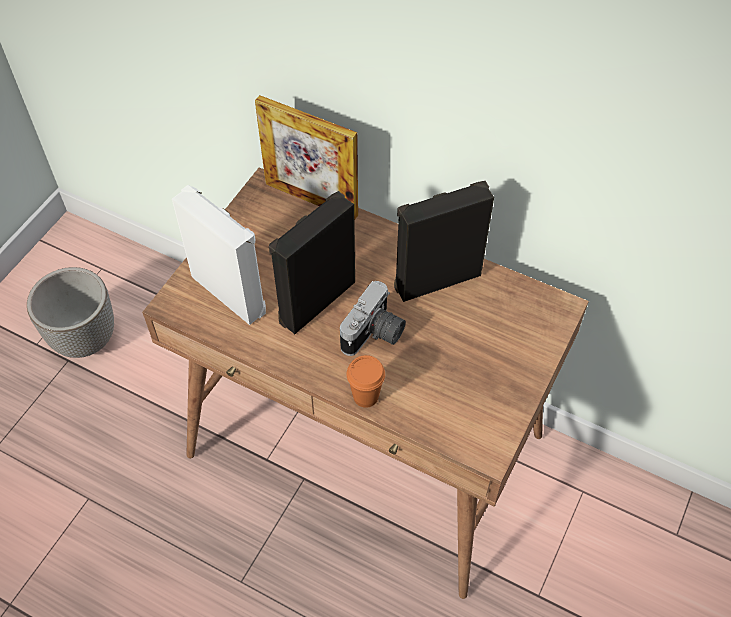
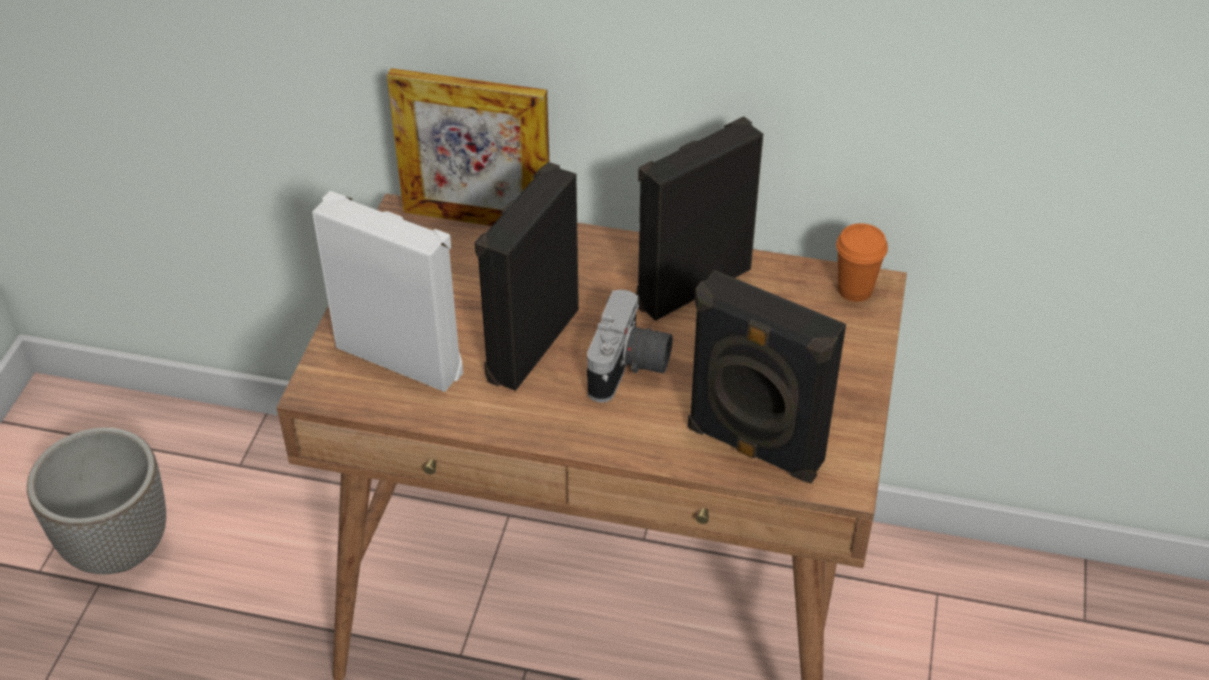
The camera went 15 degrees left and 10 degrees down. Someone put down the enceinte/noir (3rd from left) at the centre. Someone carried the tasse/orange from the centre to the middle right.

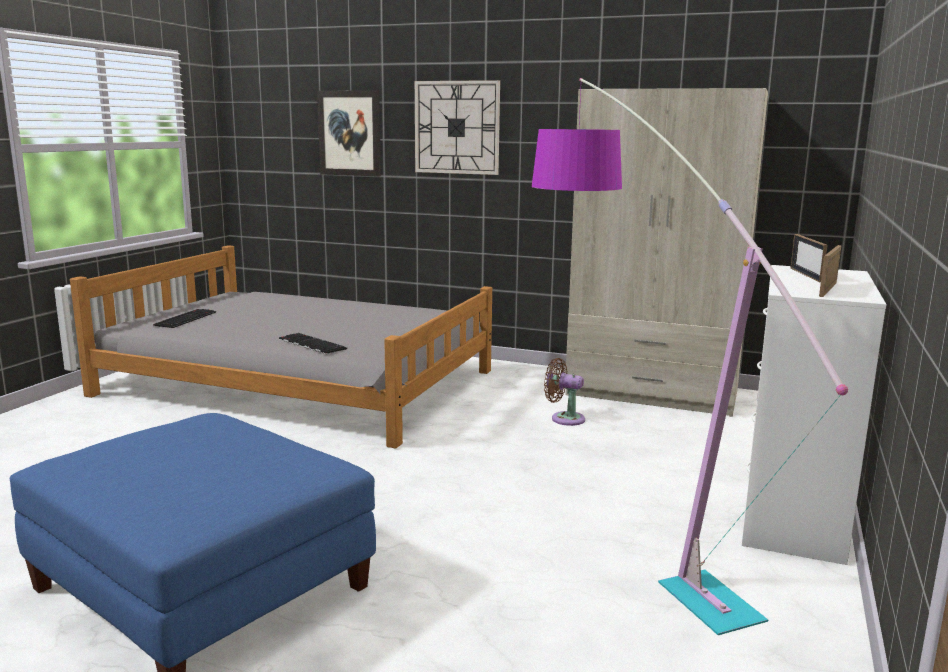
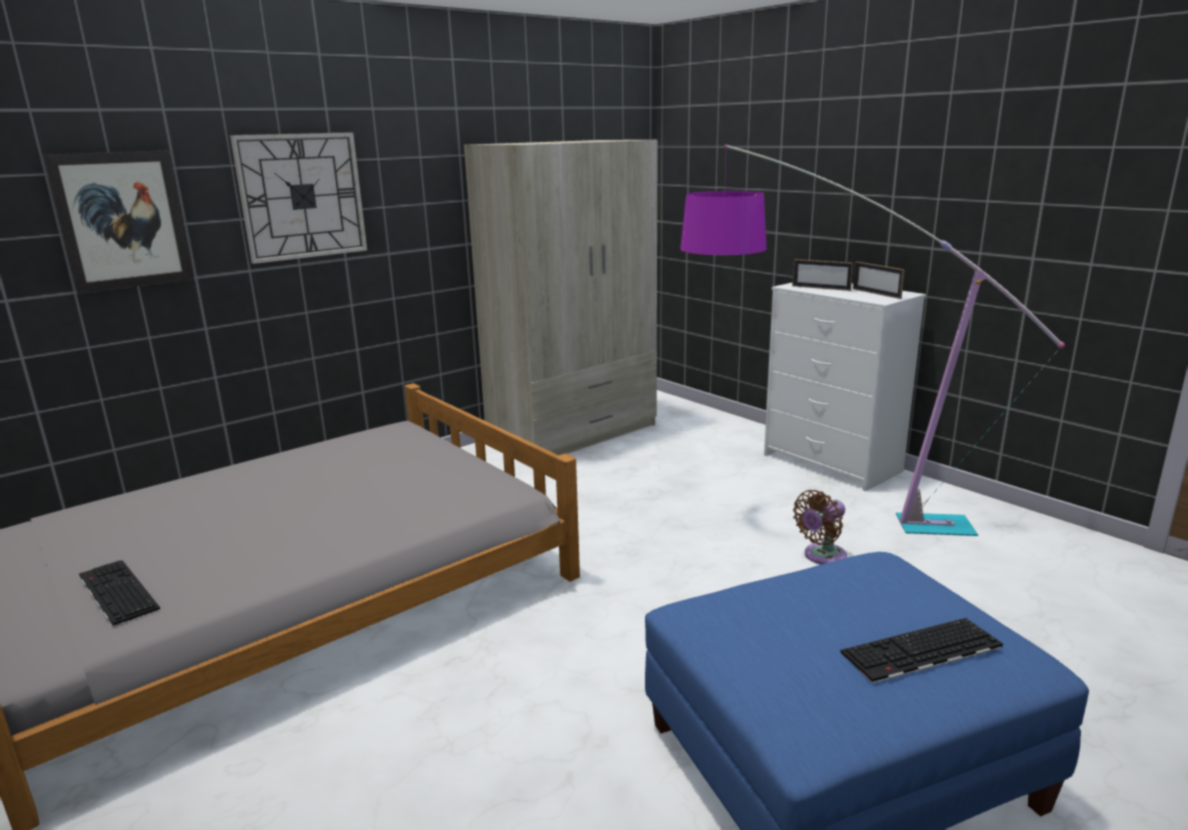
The camera went 60 degrees left and 5 degrees up. Someone carried the clavier (2nd from left) from the middle left to the bottom right. Someone carried the ventilateur/marron from the centre to the middle right.

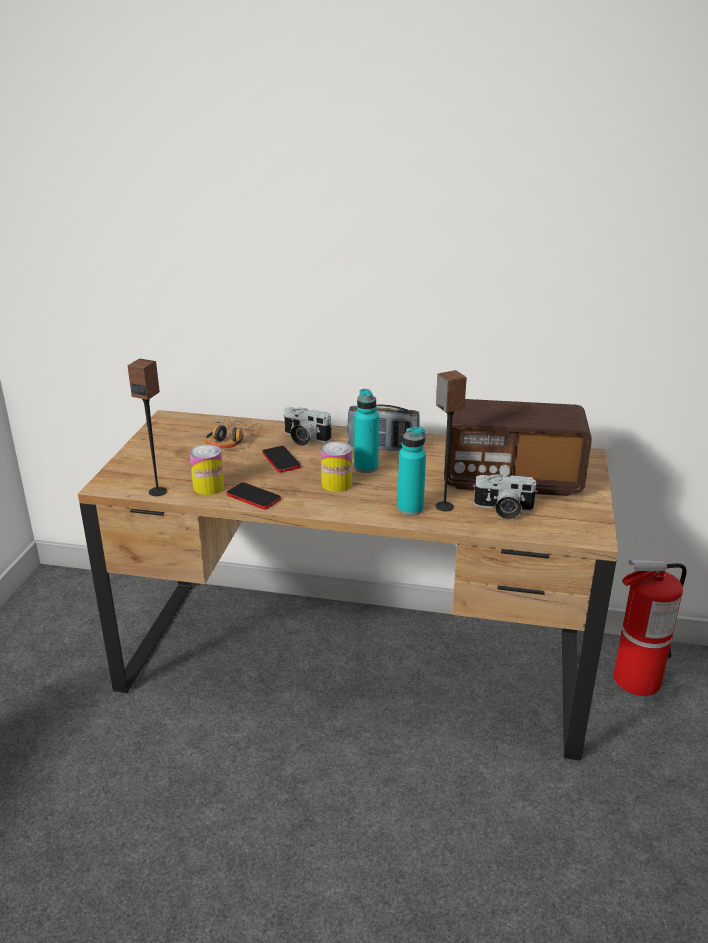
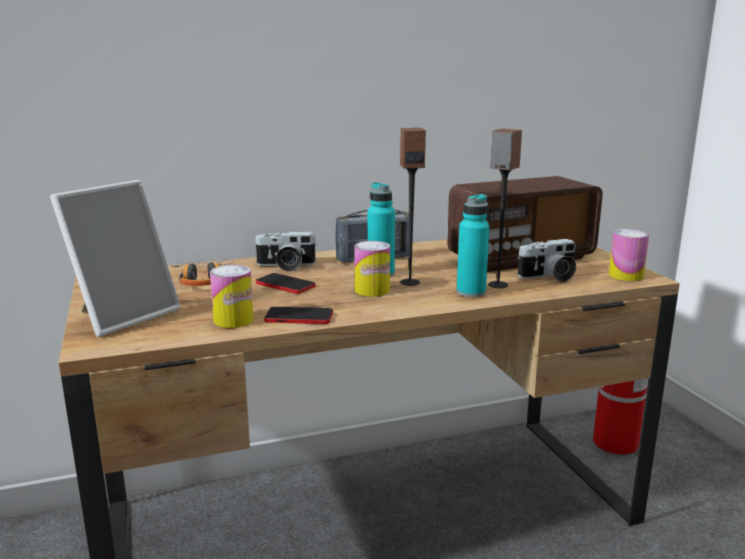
The camera went 30 degrees left and 10 degrees down. Someone put down the cadre photo at the middle left. Someone put down the boîte métallique (3rd from left) at the middle right. Someone carried the enceinte (1st from left) from the middle left to the centre.

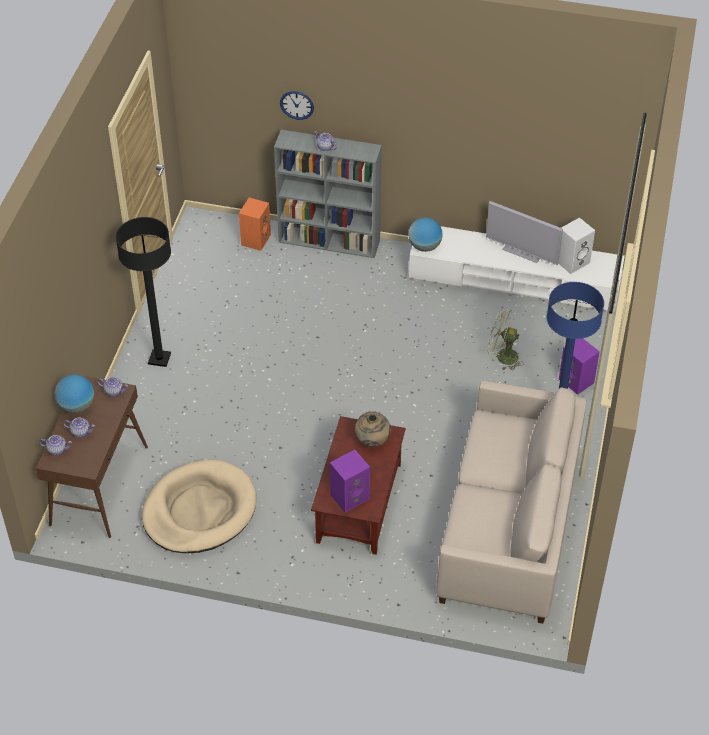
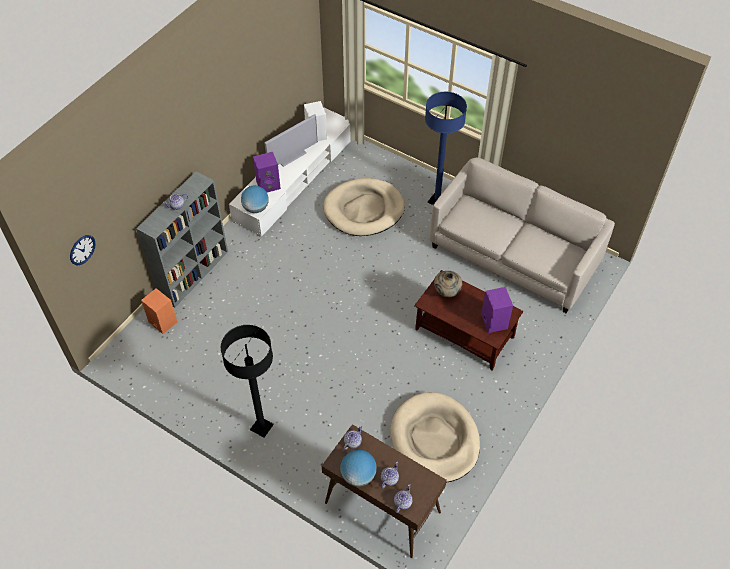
The camera went 70 degrees left and 5 degrees up. Someone carried the horloge murale from the top centre to the middle left. Someone carried the enceinte/violet (2nd from left in the first image) from the middle right to the top centre. Someone swapped the ventilateur/vert at the middle right for the panier pour chien/beige (1st from left) at the centre.

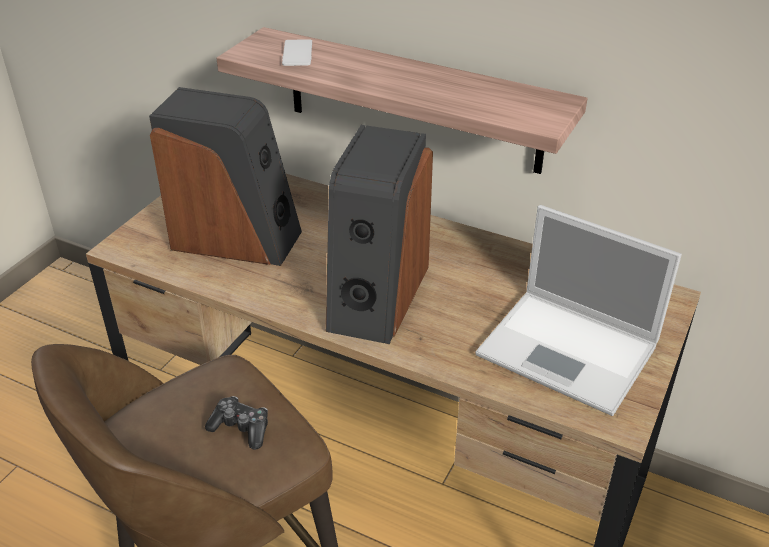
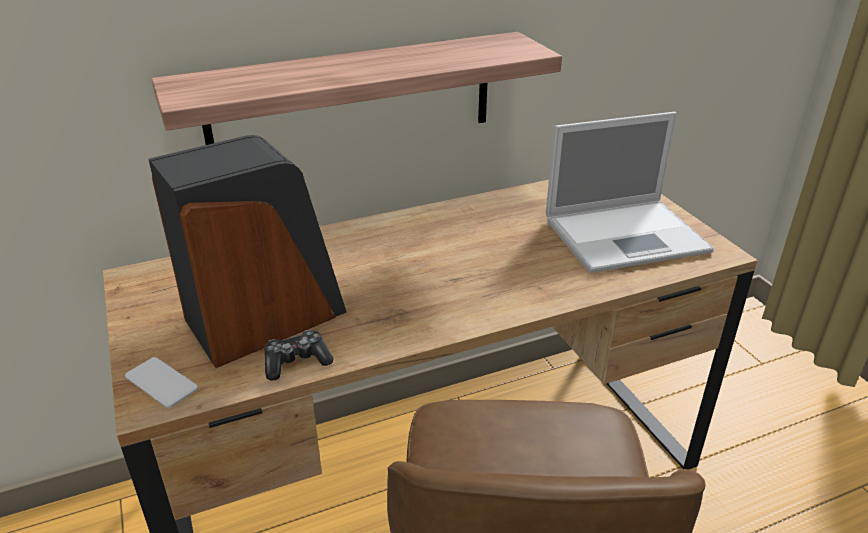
The camera went 50 degrees left and 5 degrees down. Someone took away the enceinte (2nd from left) at the centre. Someone carried the manette from the bottom left to the centre. Someone carried the téléphone from the top centre to the bottom left.

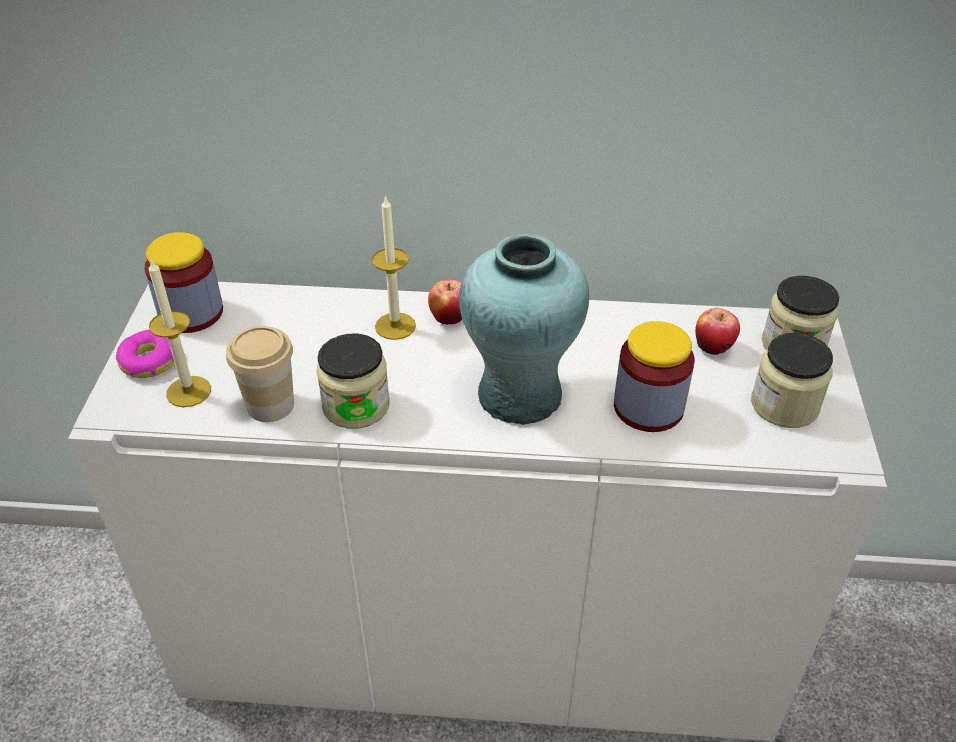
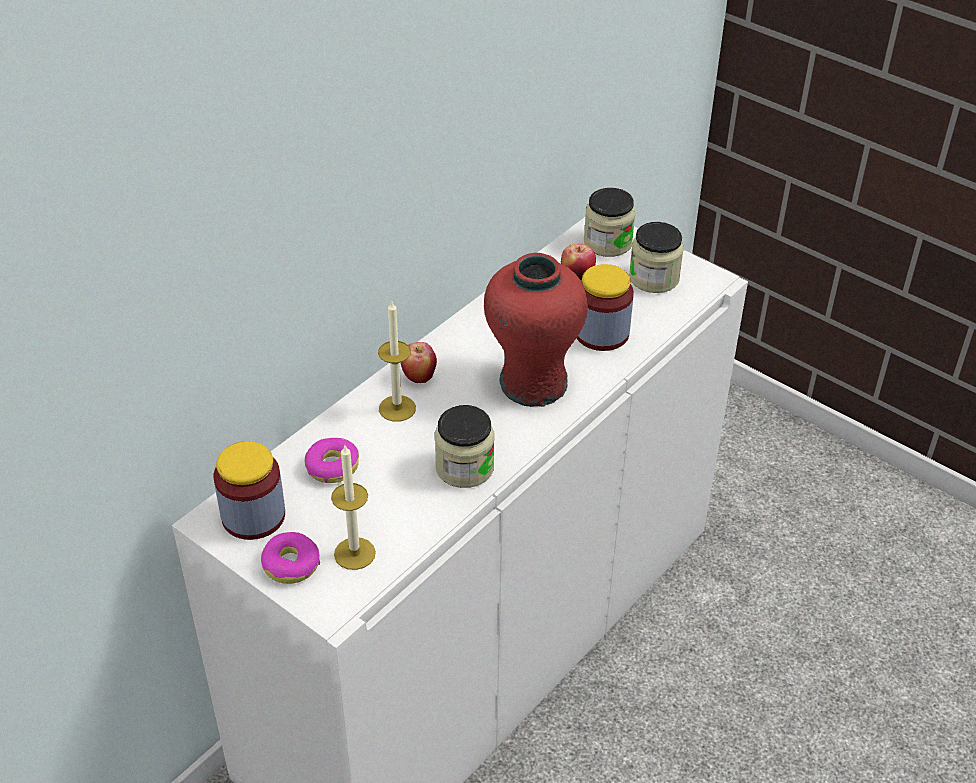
The camera went 55 degrees left and 0 degrees up. Someone took away the tasse at the middle left. Someone put down the beignet (2nd from left) at the centre. Someone repainted the vase/turquoise at the centre, which became the vase/rouge at the centre.

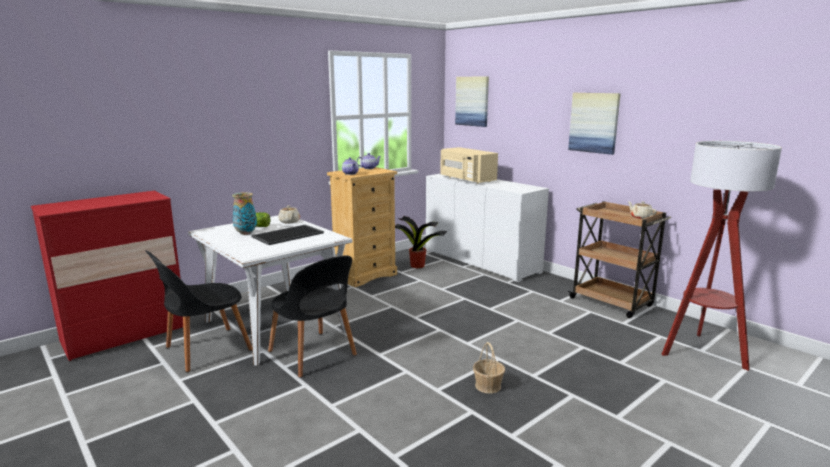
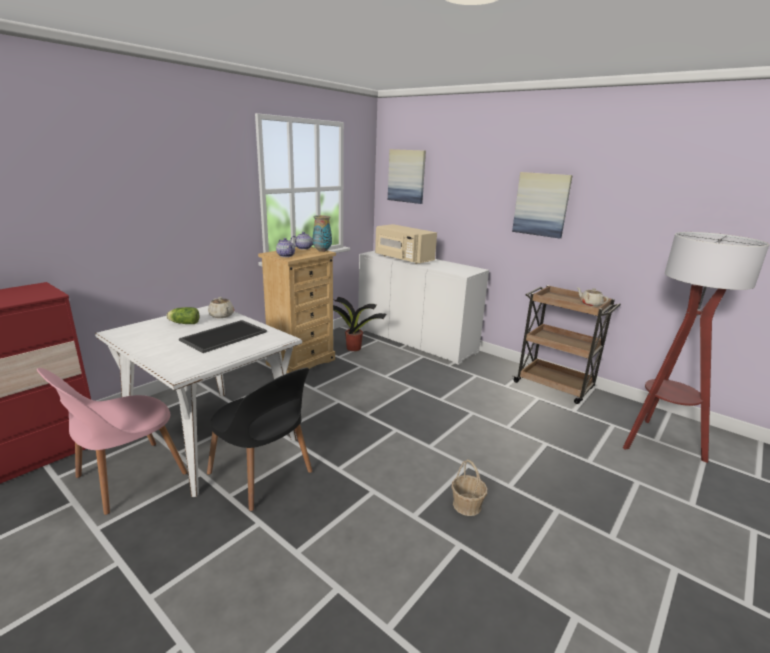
The camera went 10 degrees left and 5 degrees up. Someone carried the vase from the middle left to the centre. Someone repainted the chaise/noir (1st from left) at the middle left, which became the chaise/rose at the bottom left.

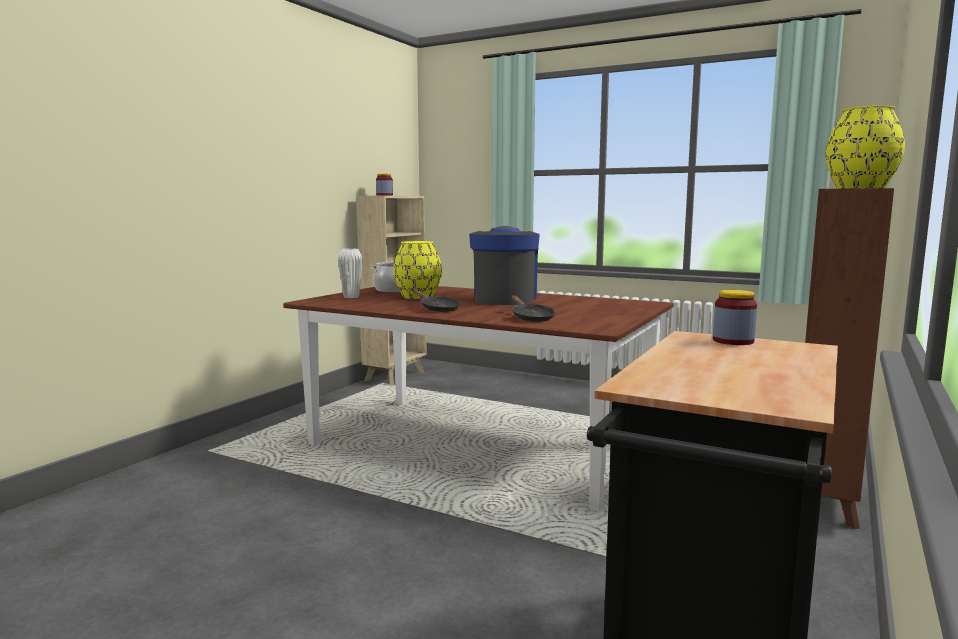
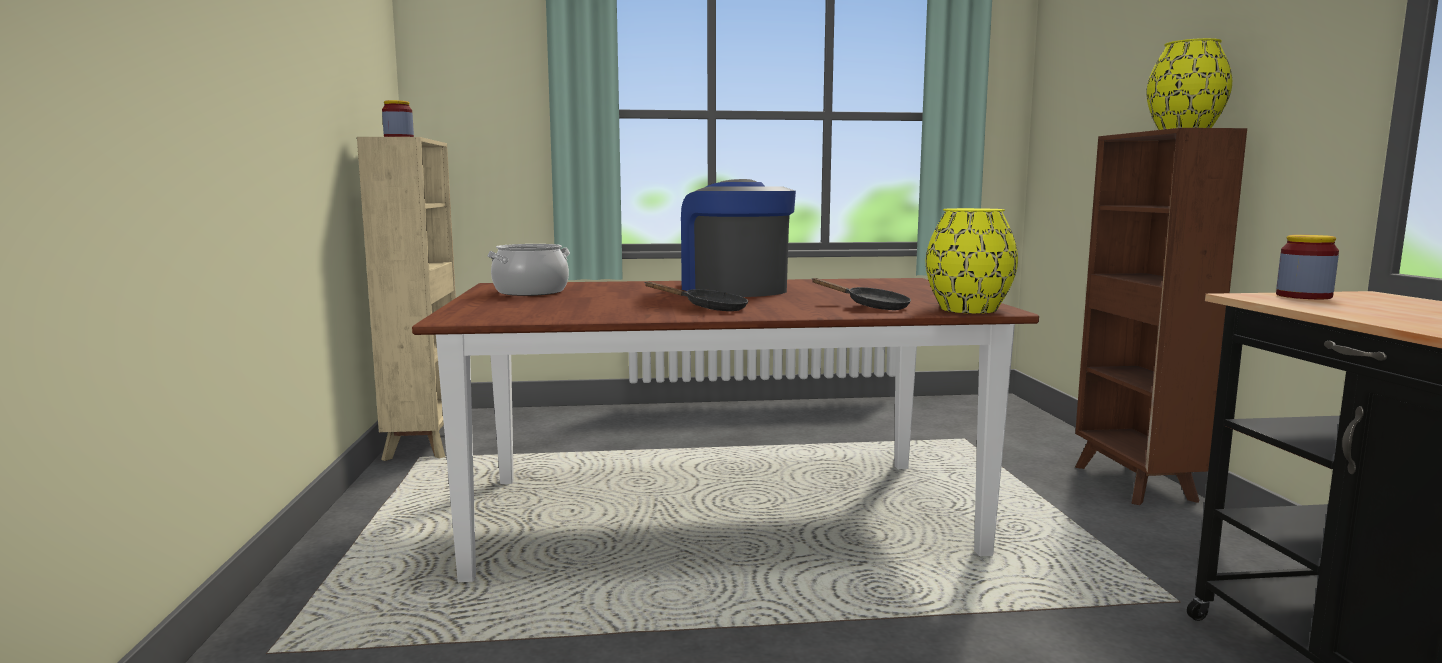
The camera went 35 degrees left and 0 degrees up. Someone took away the vase/blanc at the centre. Someone carried the vase/jaune (1st from left) from the centre to the middle right.

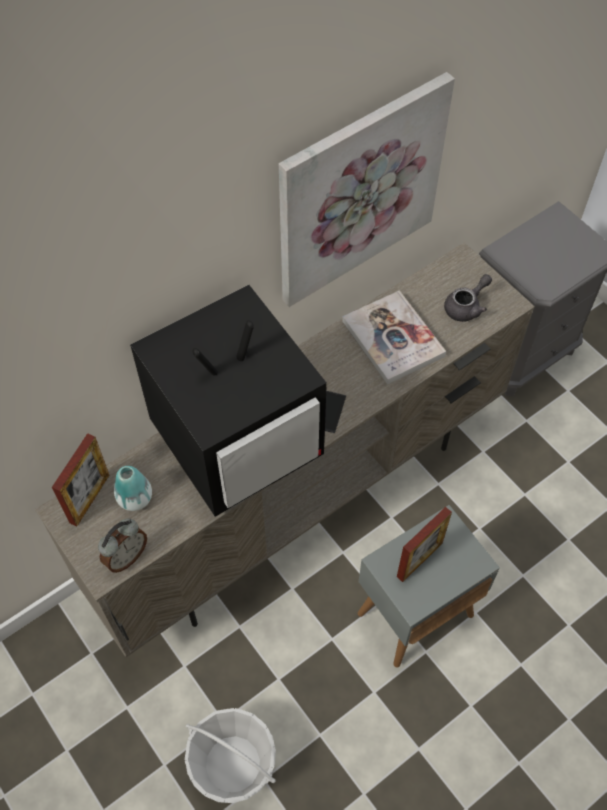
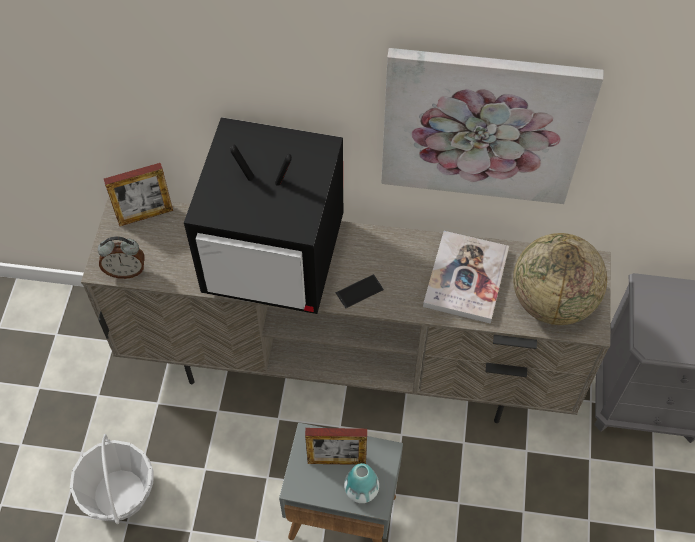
The camera went 45 degrees right and 0 degrees up. Someone carried the vase from the middle left to the bottom centre. Someone swapped the théière/gris at the middle right for the globe at the middle right.

